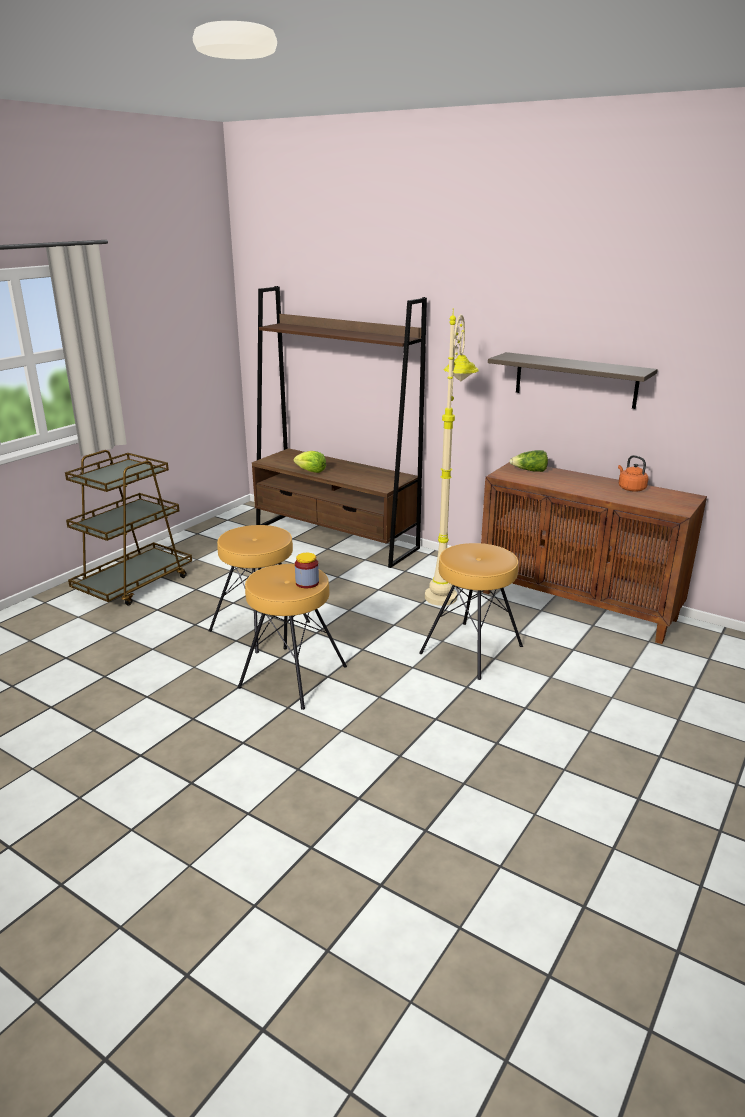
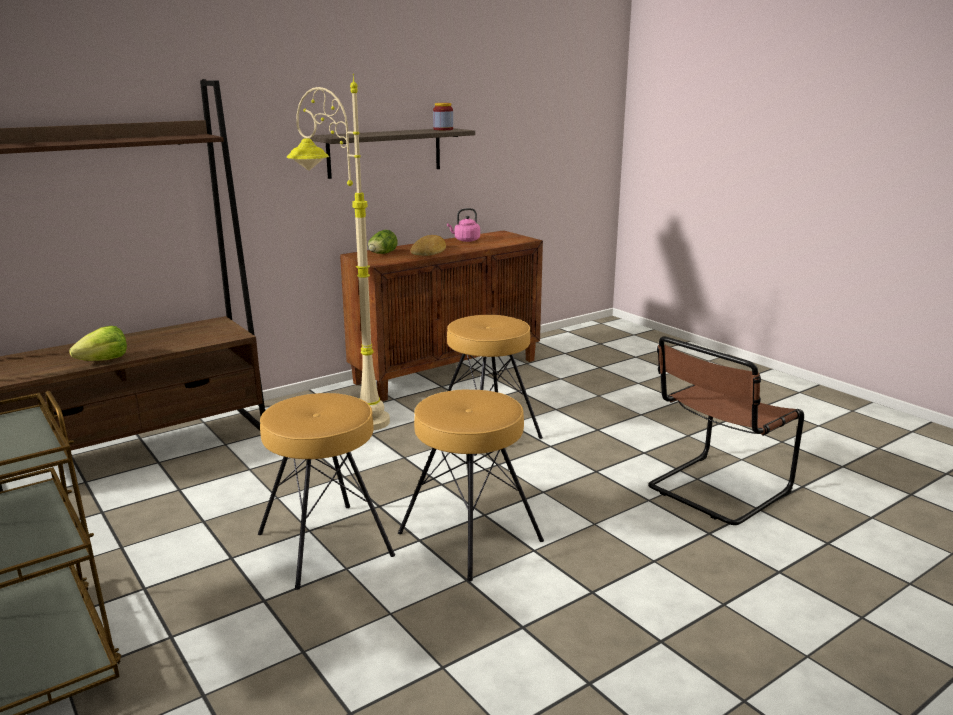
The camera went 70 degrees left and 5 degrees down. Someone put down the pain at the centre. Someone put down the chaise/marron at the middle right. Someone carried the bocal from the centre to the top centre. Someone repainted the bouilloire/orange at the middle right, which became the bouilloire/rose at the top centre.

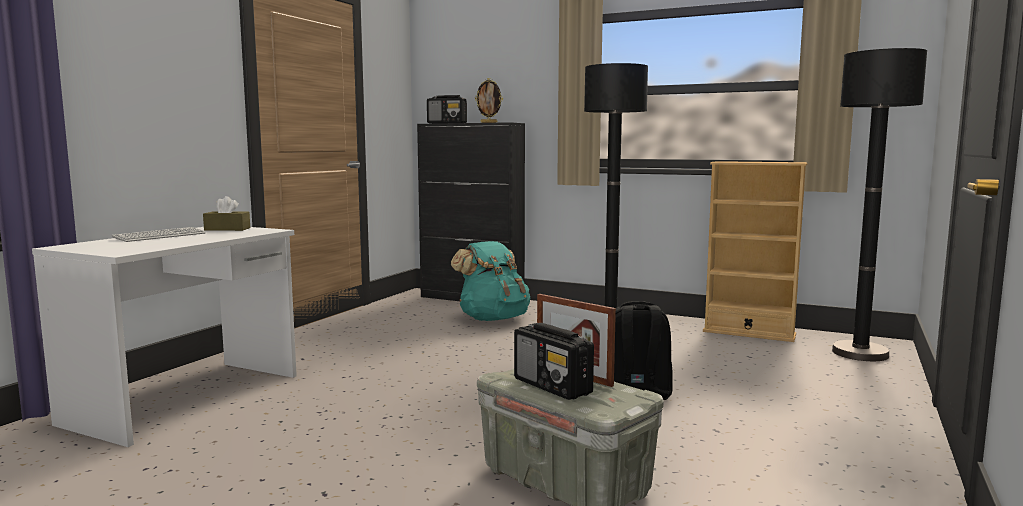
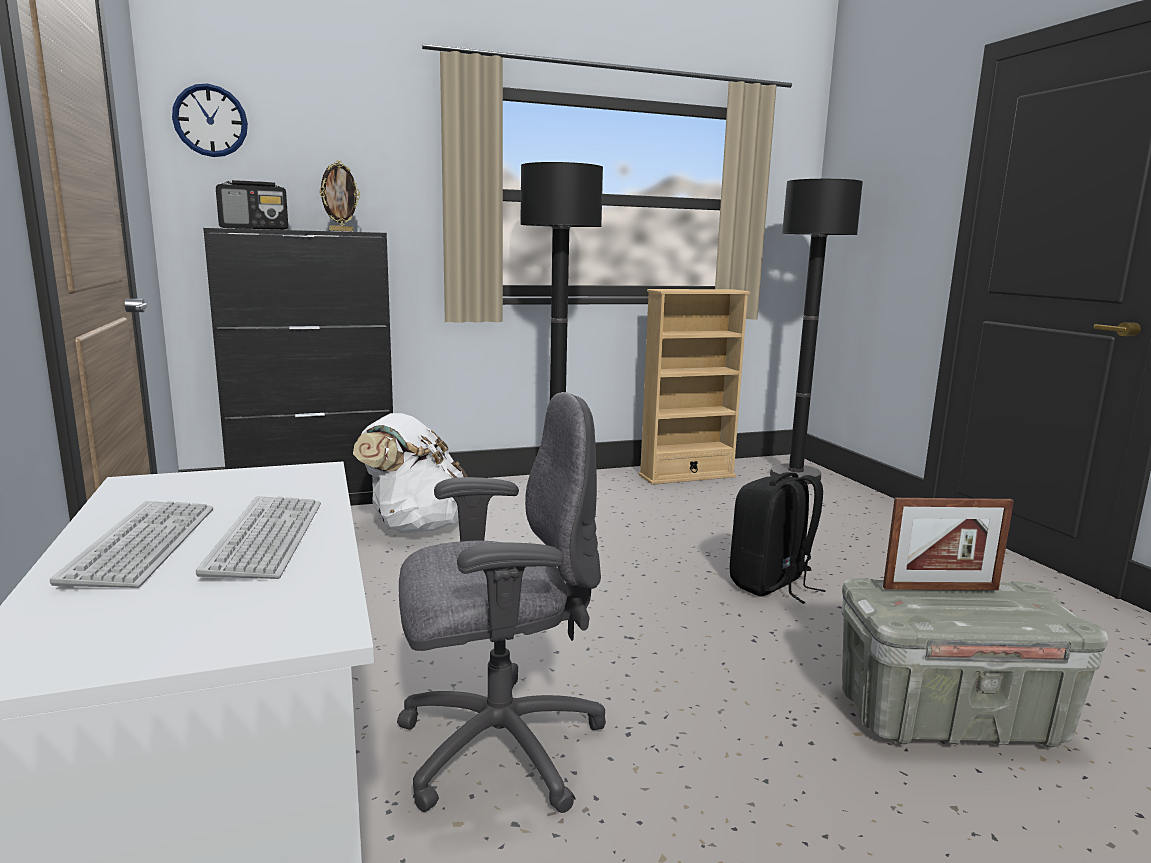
The camera went 45 degrees left and 5 degrees up. Someone took away the boîte à mouchoirs/marron at the middle left. Someone took away the radio (2nd from left) at the bottom centre. Someone put up the horloge murale at the top left. Someone put down the clavier (2nd from left) at the middle left. Someone put down the chaise de bureau/gris at the bottom centre. Someone repainted the sac à dos/turquoise at the centre, which became the sac à dos/blanc at the centre.

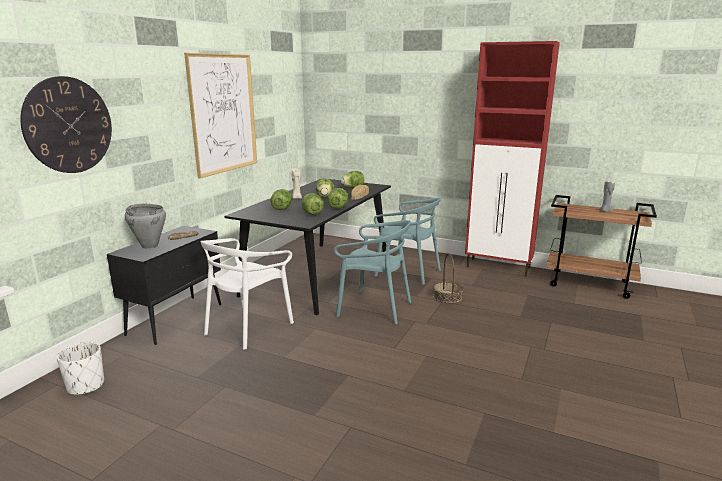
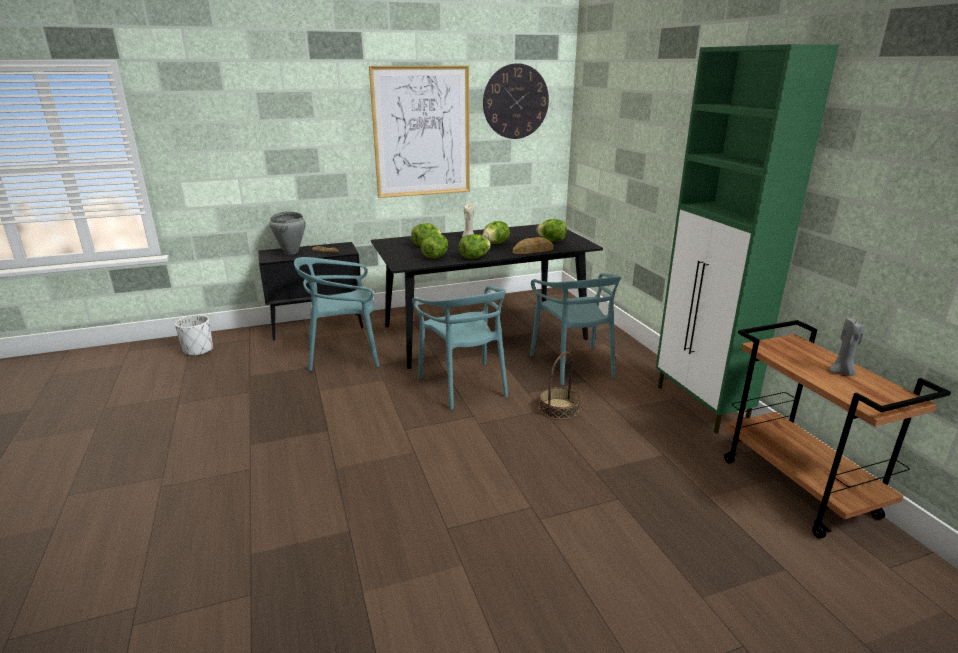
The camera went 45 degrees right and 5 degrees up. Someone carried the horloge murale from the top left to the top centre. Someone repainted the chaise/blanc at the centre, which became the chaise/turquoise (1st from left) at the centre. Someone repainted the meuble de rangement/rouge at the top right, which became the meuble de rangement/vert at the middle right.

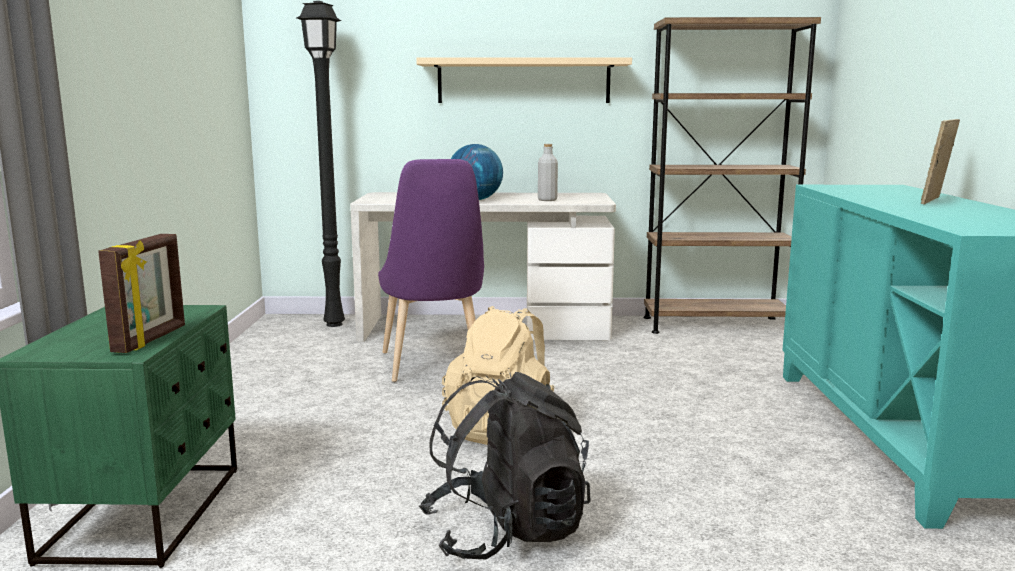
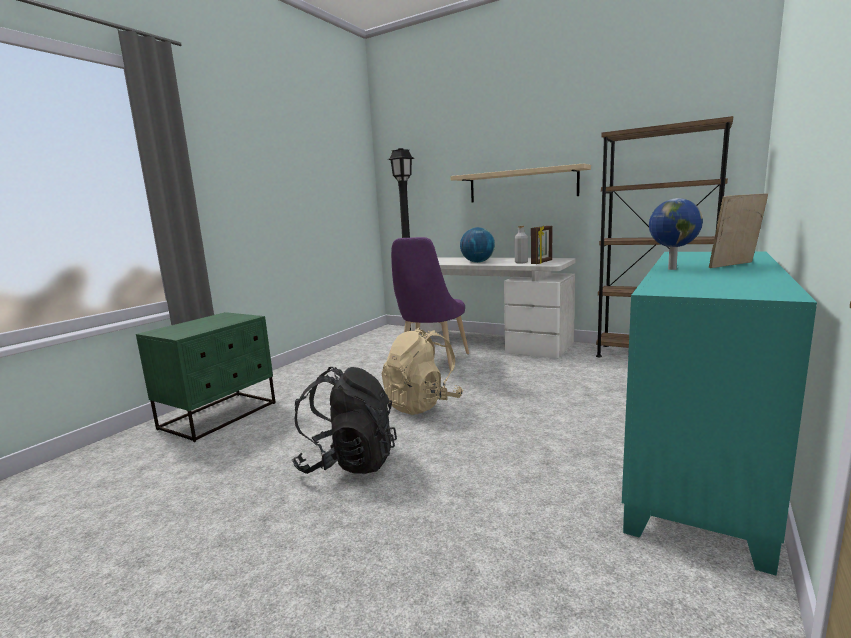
The camera went 30 degrees right and 0 degrees up. Someone put down the globe (2nd from left) at the middle right. Someone carried the cadre photo (1st from left) from the middle left to the centre.

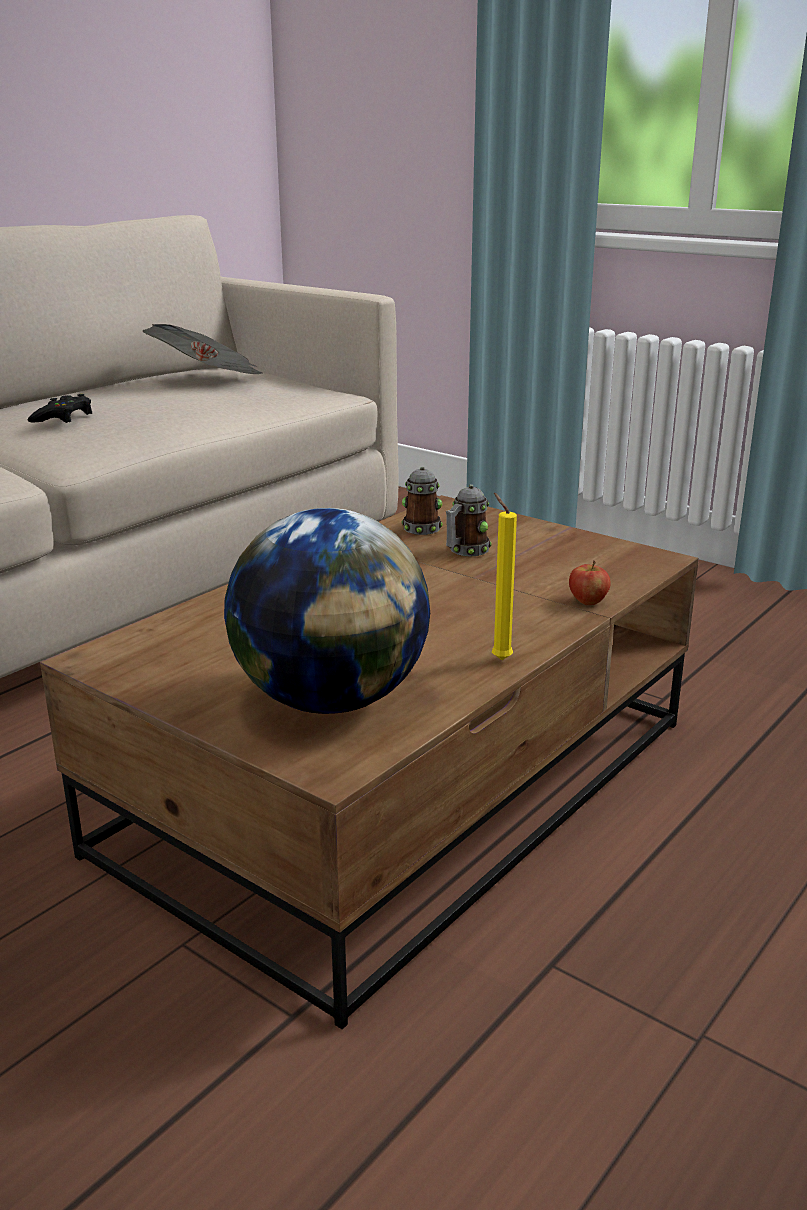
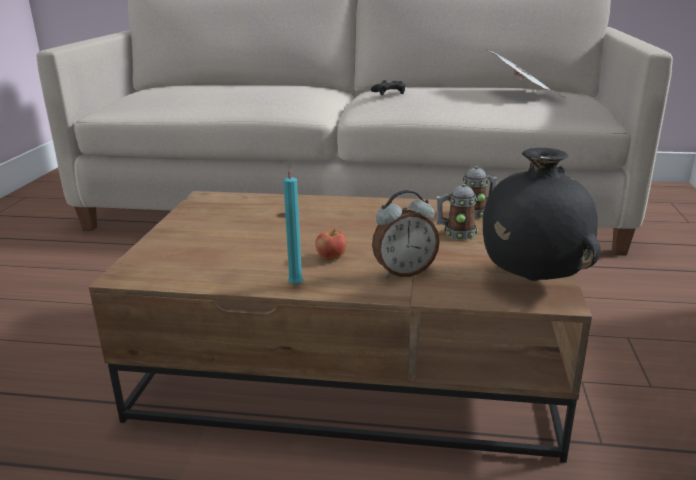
The camera went 60 degrees right and 0 degrees up. Someone took away the globe at the centre. Someone put down the réveil at the centre. Someone put down the vase/noir at the middle right. Someone carried the pomme from the middle right to the centre. Someone repainted the bougie/jaune at the centre, which became the bougie/turquoise at the centre.

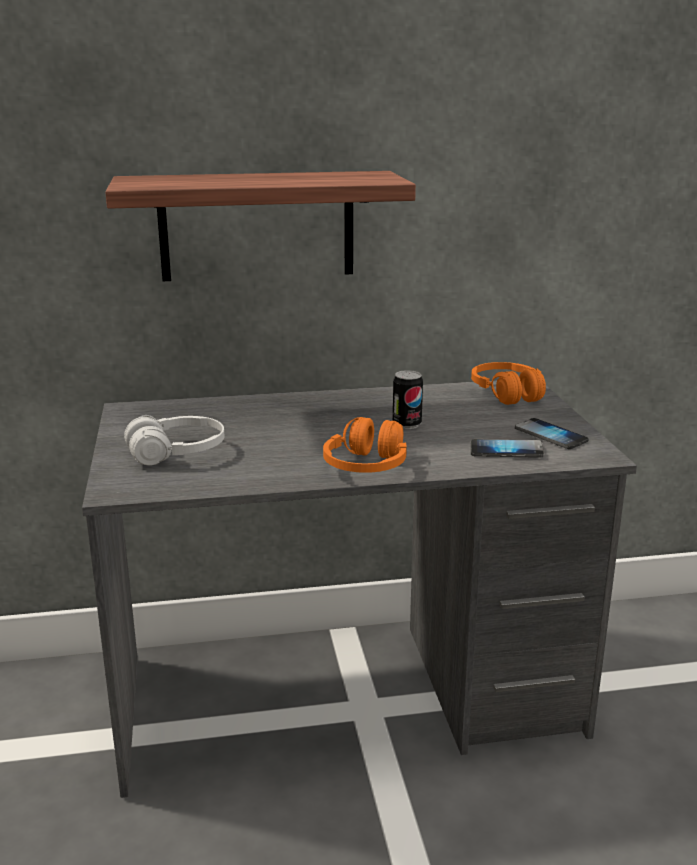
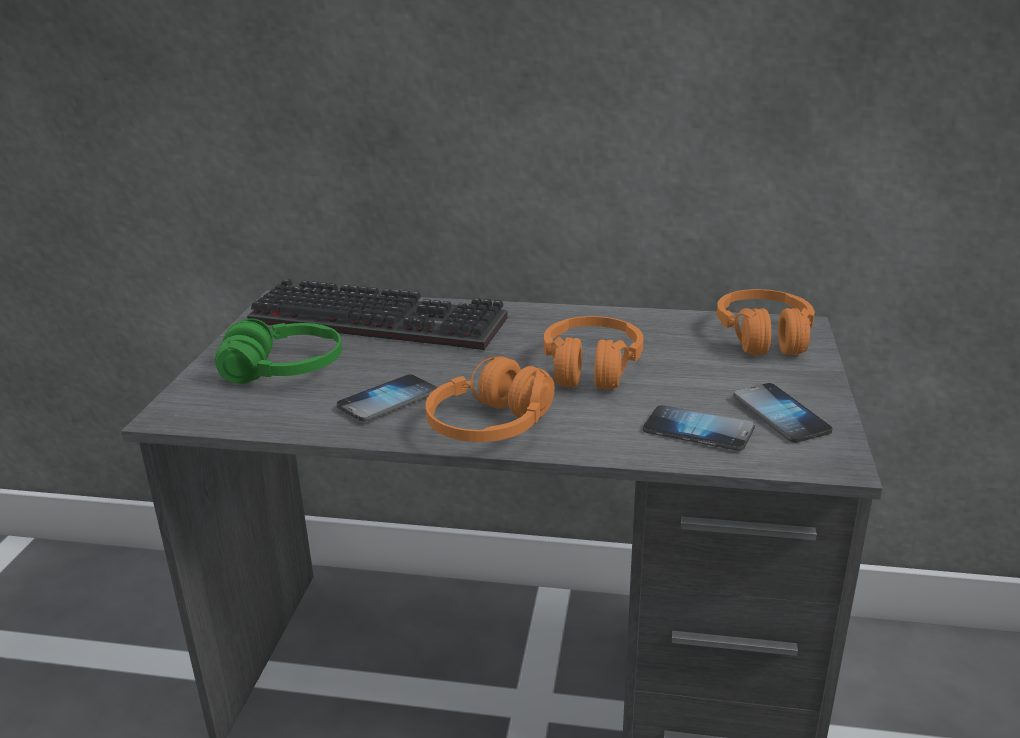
The camera went 20 degrees right and 5 degrees up. Someone took away the étagère at the top centre. Someone put down the clavier at the centre. Someone put down the téléphone (1st from left) at the centre. Someone swapped the boîte métallique at the centre for the casque audio/orange (2nd from left) at the centre. Someone repainted the casque audio/blanc at the middle left, which became the casque audio/vert at the middle left.

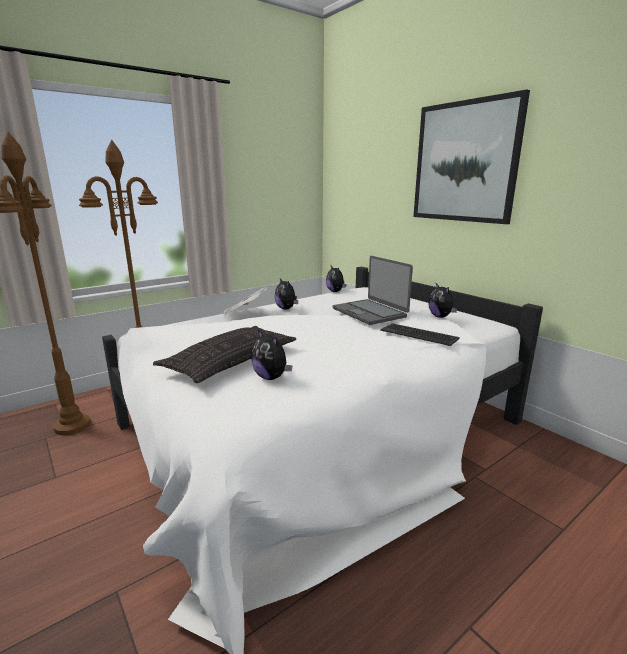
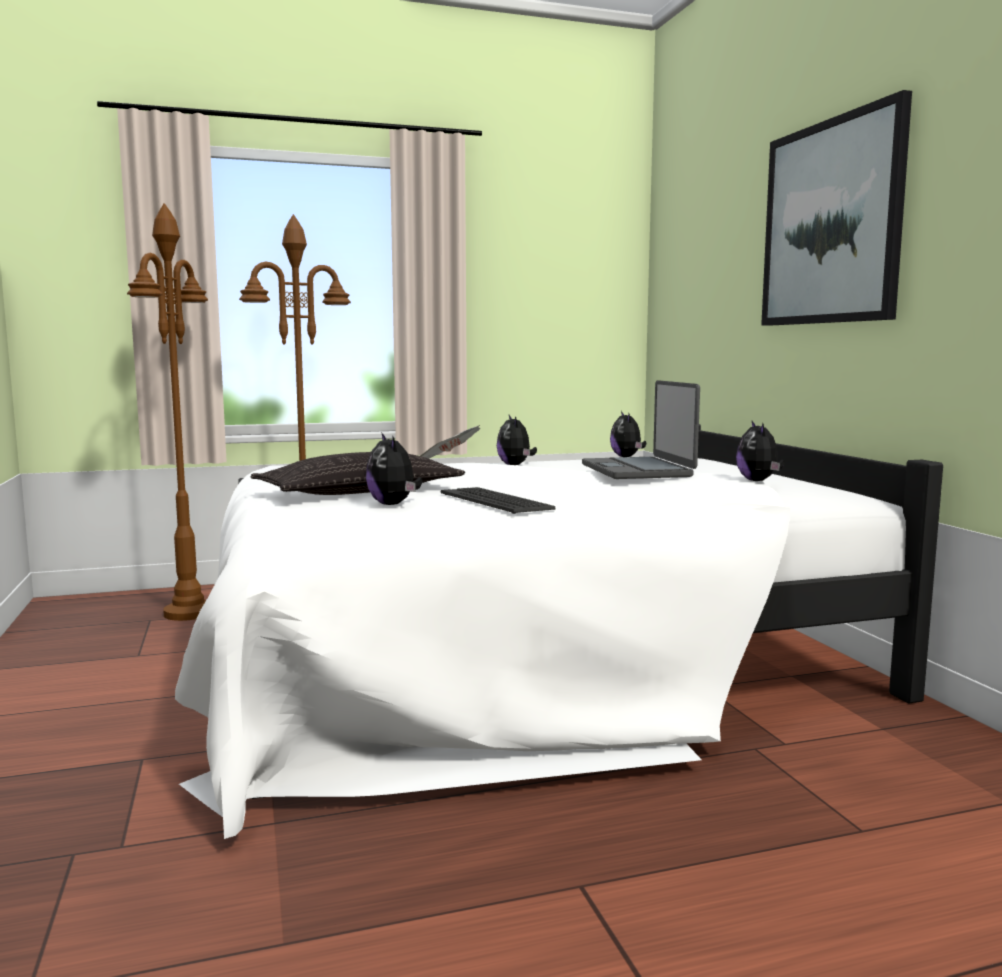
The camera went 20 degrees right and 10 degrees down. Someone carried the clavier from the middle right to the centre.

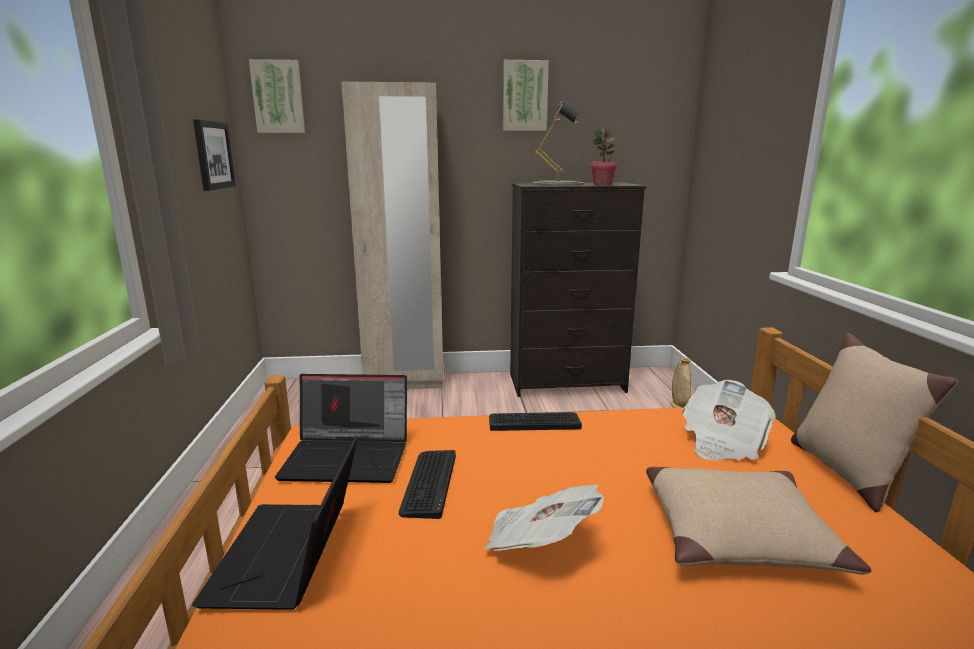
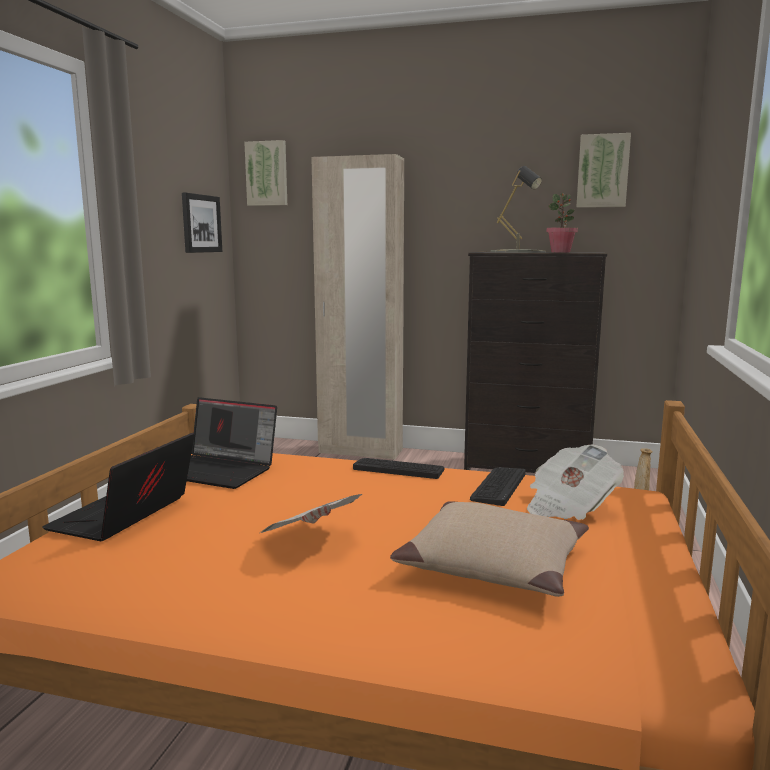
The camera went 20 degrees right and 5 degrees down. Someone took away the coussin/beige (2nd from left) at the middle right. Someone carried the clavier (1st from left in the first image) from the bottom centre to the centre. Someone carried the tableau (3rd from left) from the top centre to the top right.

